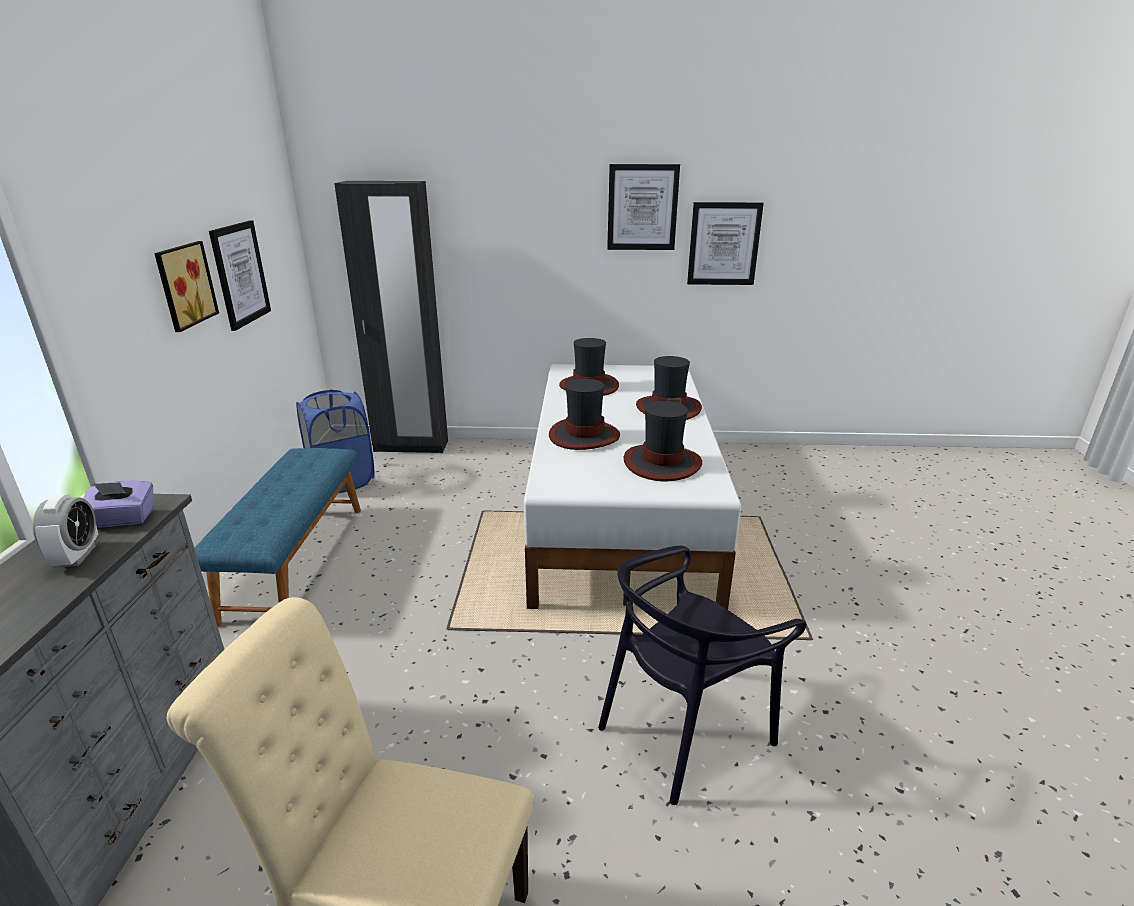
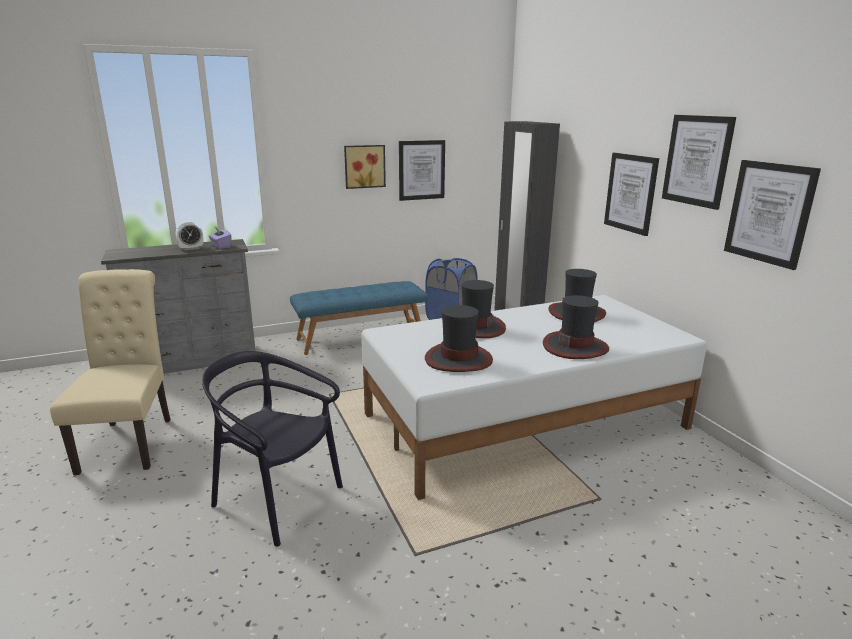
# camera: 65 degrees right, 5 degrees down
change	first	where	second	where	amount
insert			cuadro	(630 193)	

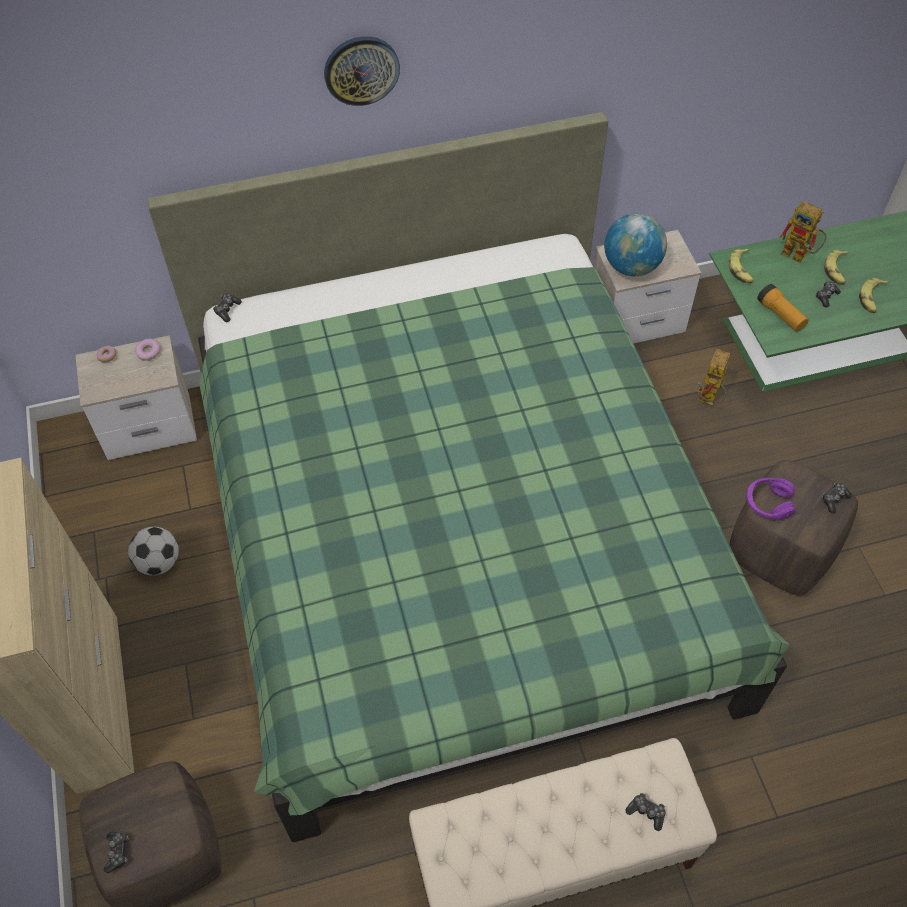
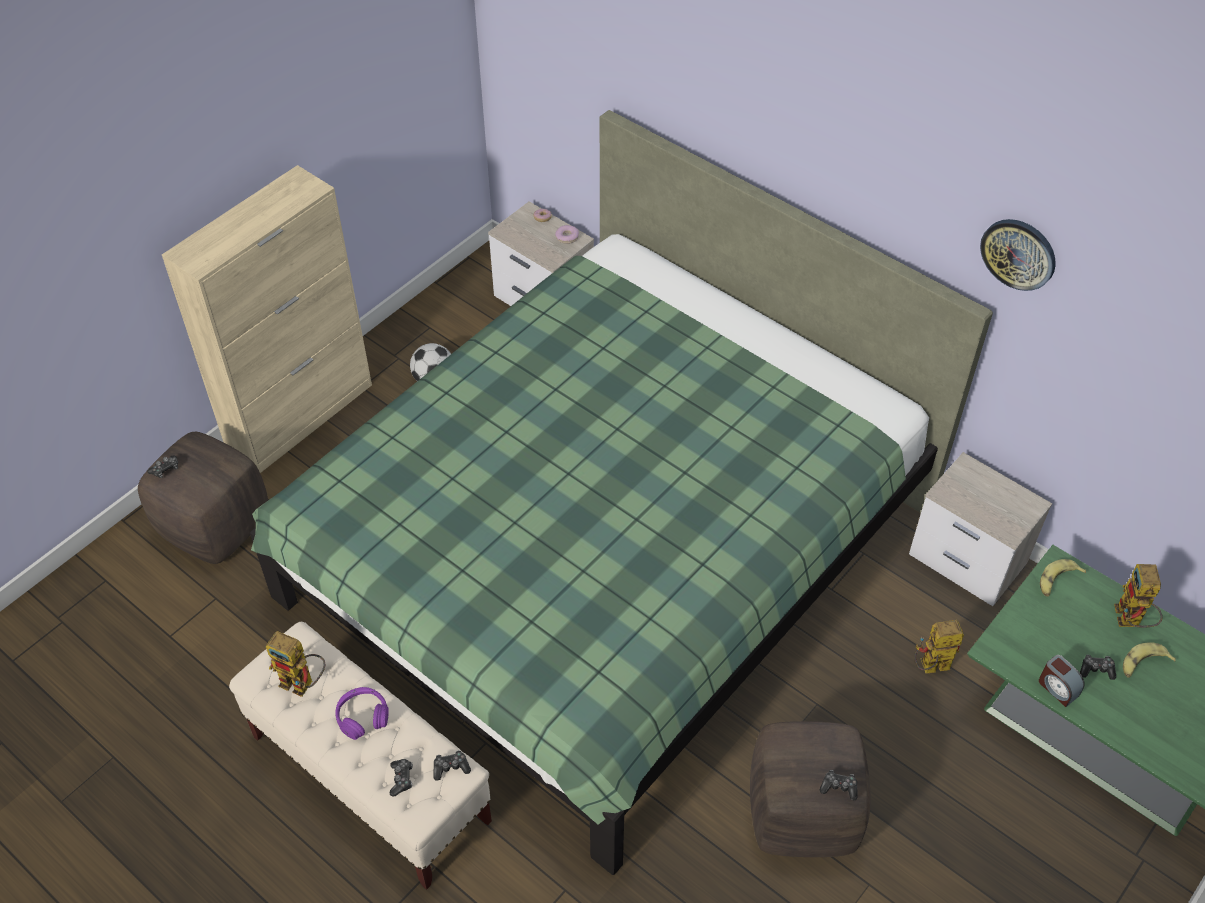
# camera: 55 degrees right, 5 degrees down
change	first	where	second	where	amount
move	mando de consola	(227 310)		(451 767)	
move	reloj de pared	(361 70)		(1018 253)	
delete	globo terráqueo	(631 266)			
move	auriculares [morado]	(768 503)		(362 716)	
delete	linterna	(780 315)			
delete	plátano	(871 298)			
insert			robot de juguete	(303 683)	
insert			despertador	(1057 688)	

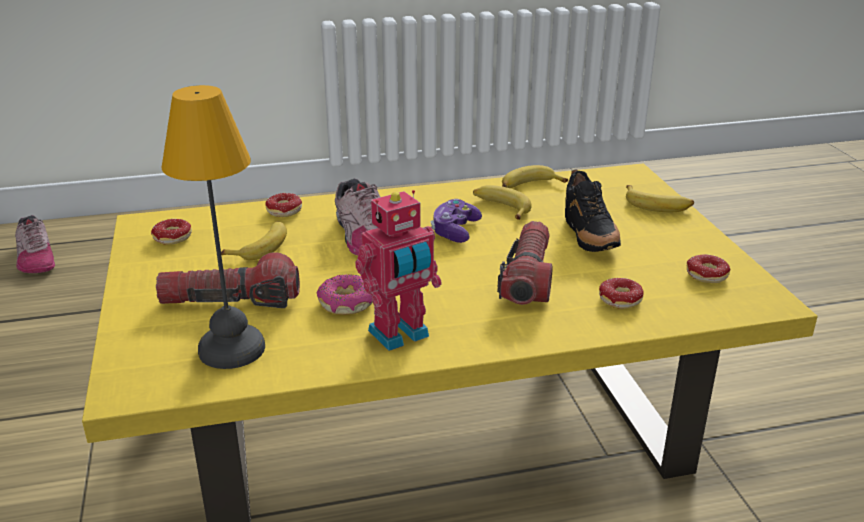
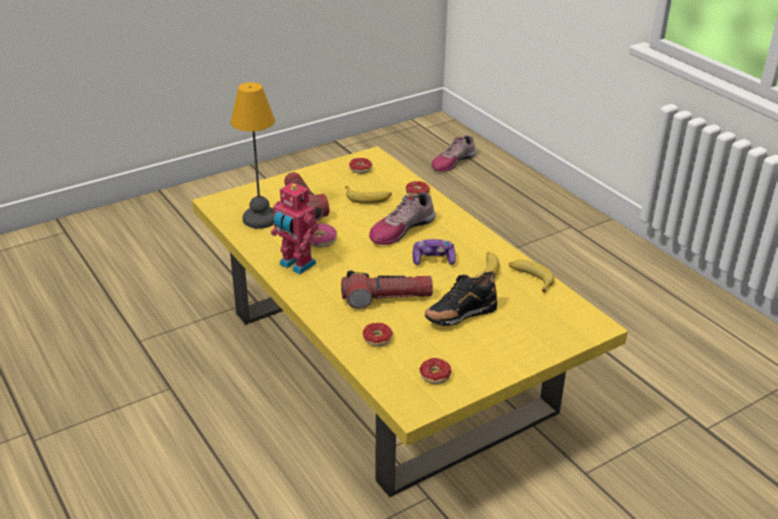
# camera: 70 degrees right, 5 degrees up
change	first	where	second	where	amount
delete	plátano	(657 205)			

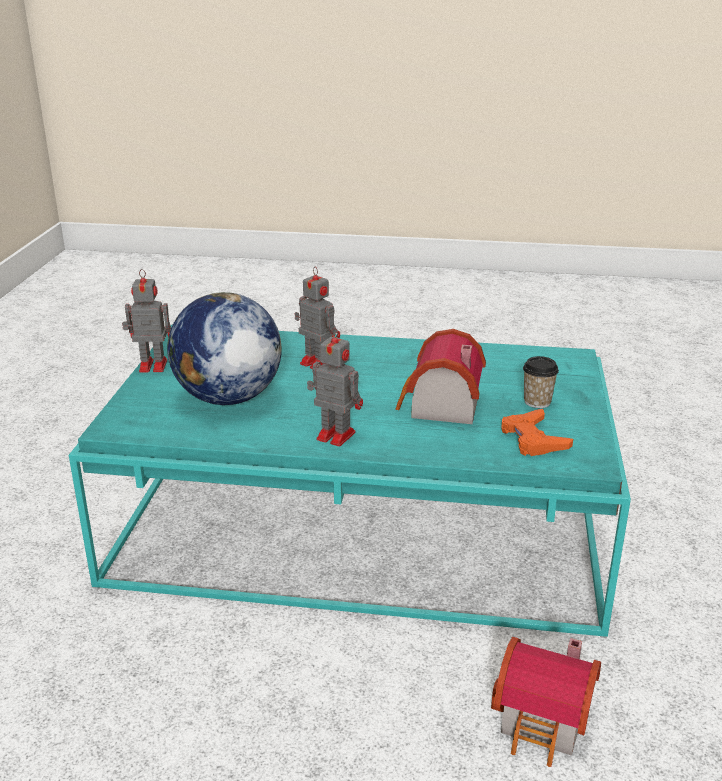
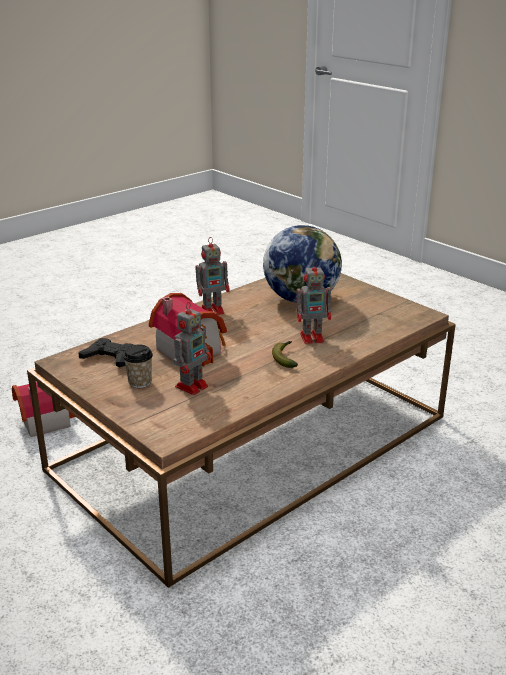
# camera: 130 degrees right, 0 degrees up
change	first	where	second	where	amount
recolor	mesa de centro [turquesa]	(358 526)	mesa de centro [marrón]	(253 442)	
move	robot de juguete	(151 366)		(192 385)	
recolor	mando de consola [naranja]	(533 439)	mando de consola [negro]	(110 358)	
insert			plátano	(285 357)	

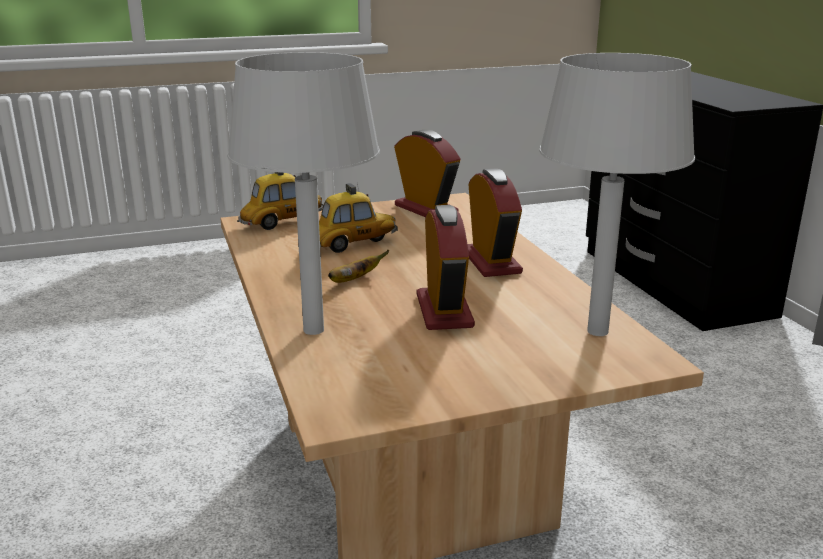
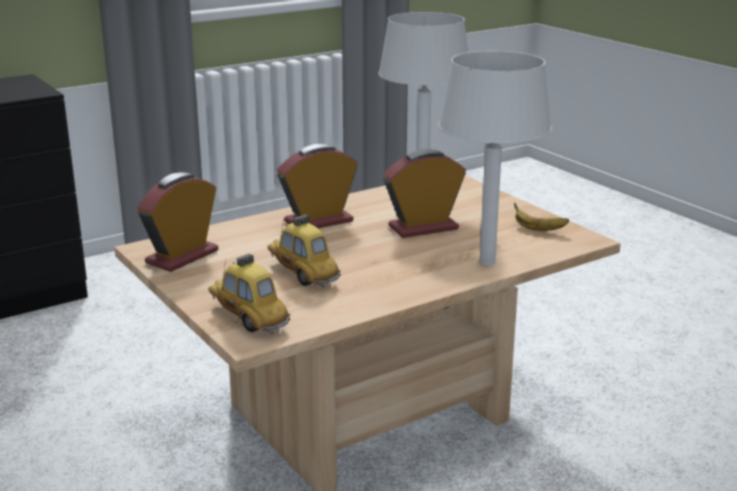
# camera: 105 degrees left, 0 degrees up
change	first	where	second	where	amount
move	plátano	(354 280)		(538 229)	

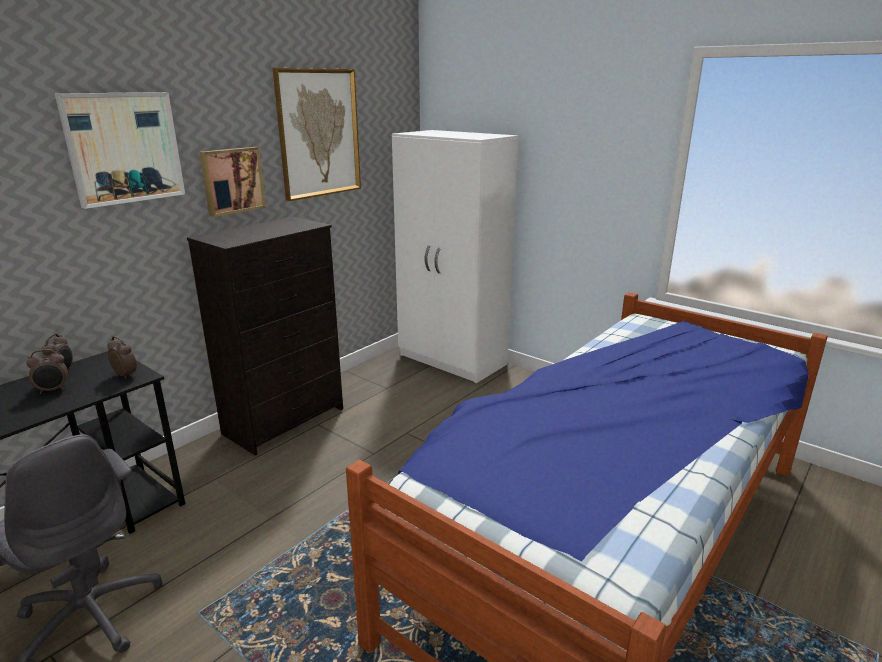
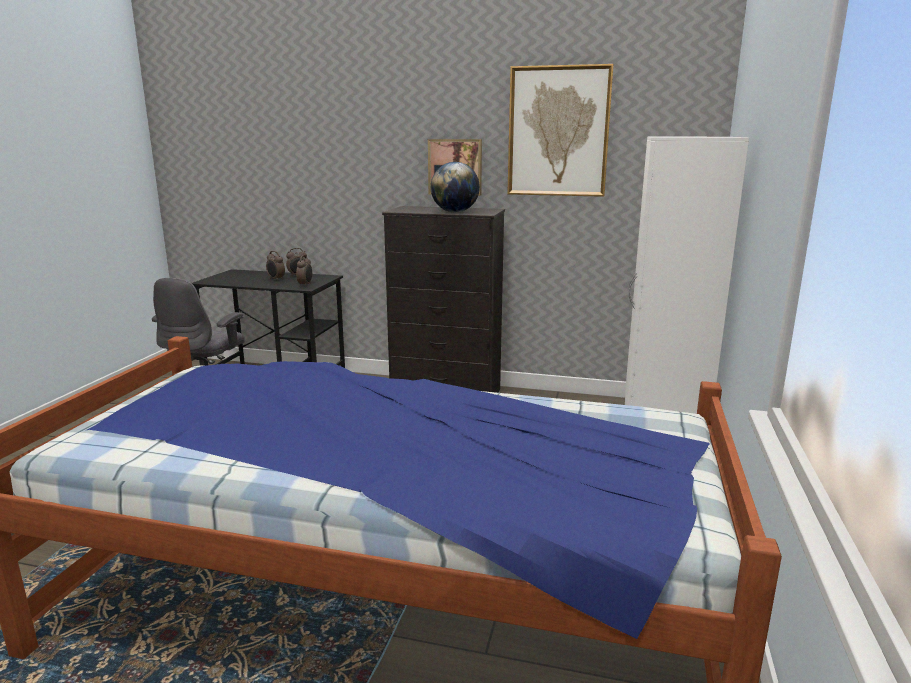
# camera: 65 degrees right, 5 degrees down
change	first	where	second	where	amount
delete	cuadro	(124 148)			
insert			globo terráqueo	(455 212)	

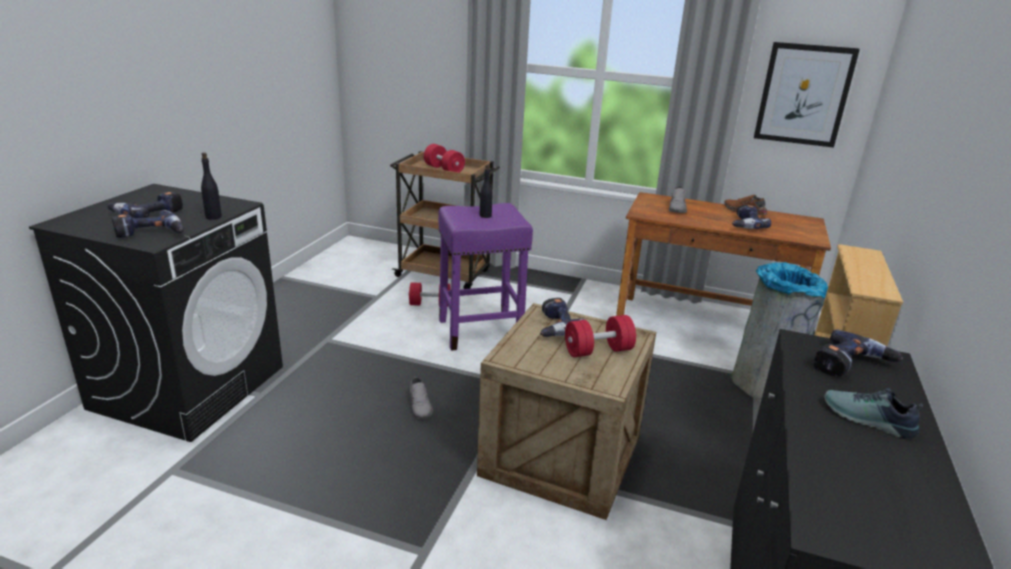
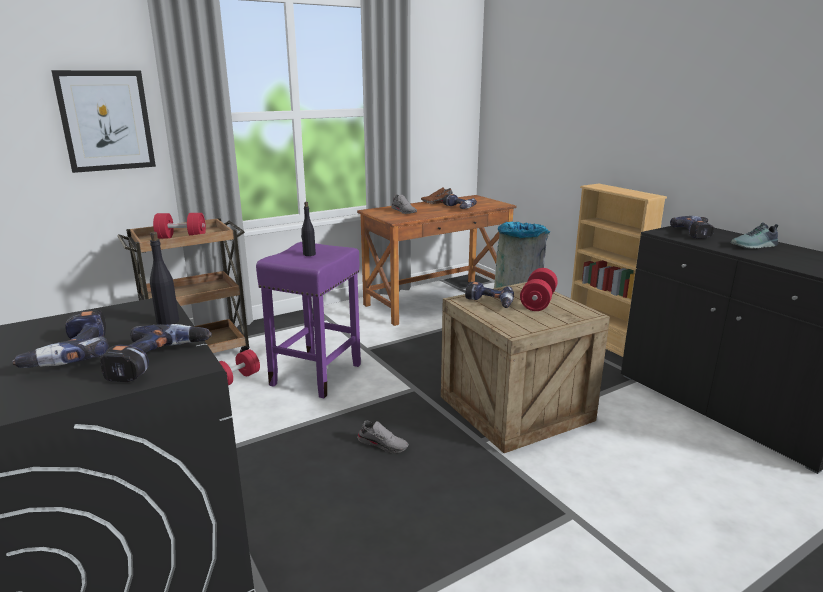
# camera: 50 degrees left, 5 degrees down
change	first	where	second	where	amount
move	cuadro	(803 94)		(106 121)	

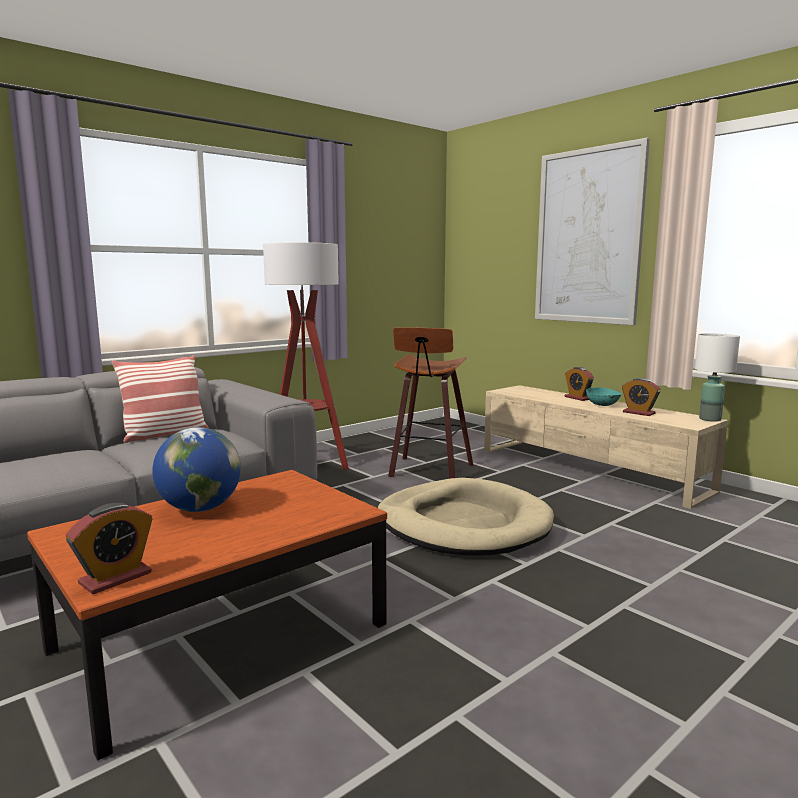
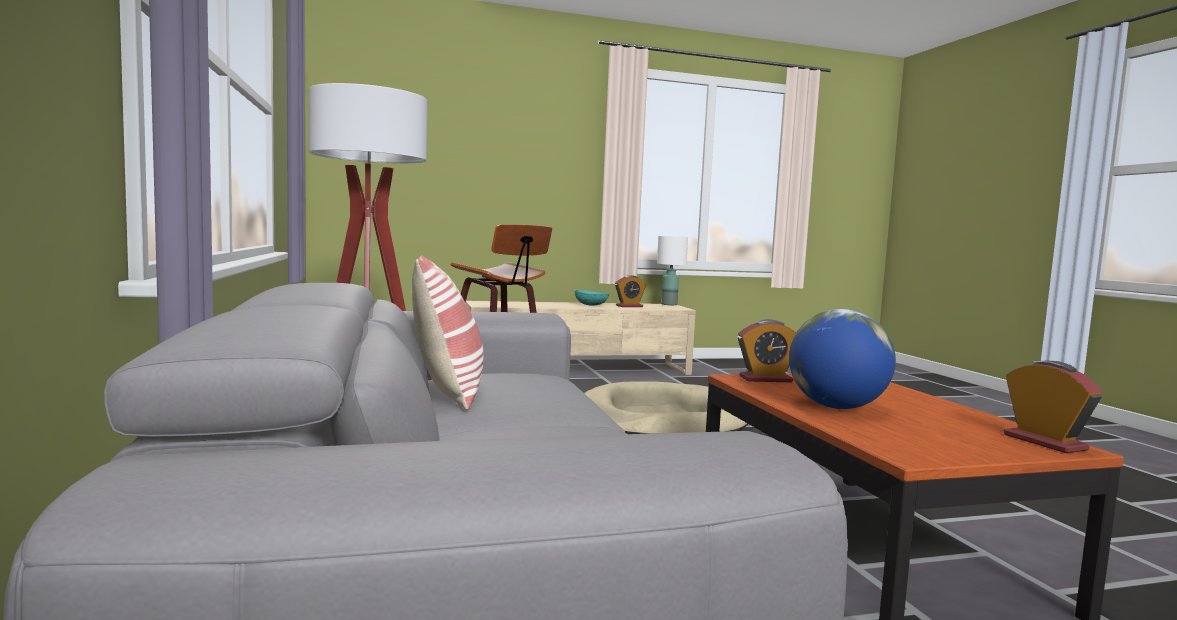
# camera: 65 degrees left, 5 degrees down
change	first	where	second	where	amount
delete	cuadro	(588 237)			
move	despertador	(577 398)		(765 379)	

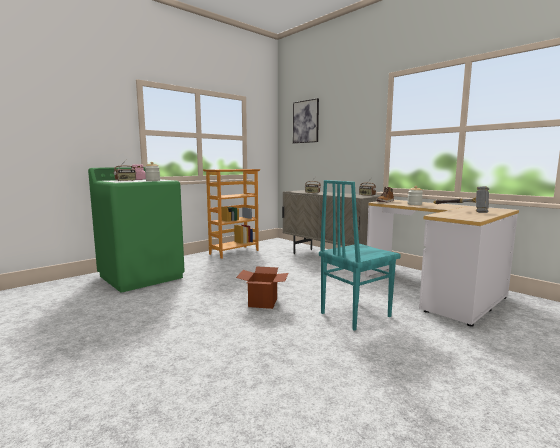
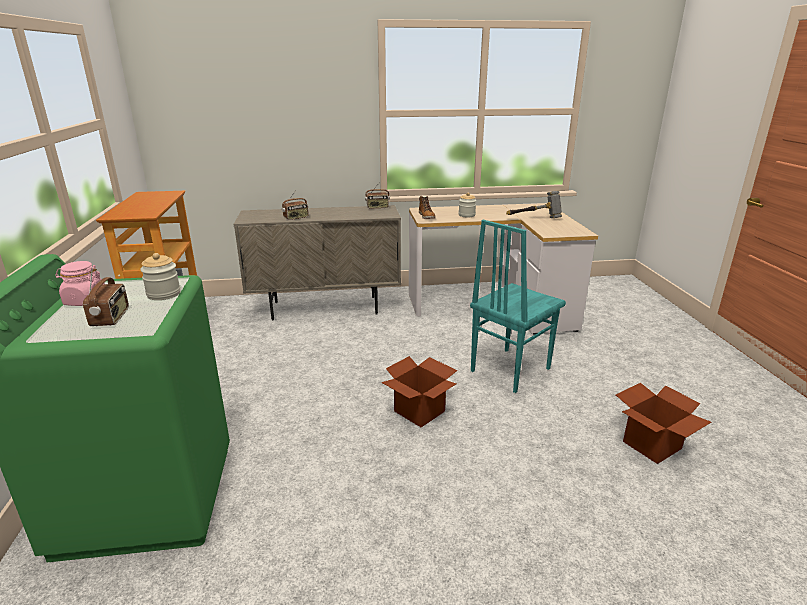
# camera: 55 degrees left, 15 degrees up
change	first	where	second	where	amount
delete	cuadro	(306 122)			
rotate	silla [turquesa]	(354 314)		(508 369)	45 degrees clockwise
insert			caja de cartón	(651 445)	

